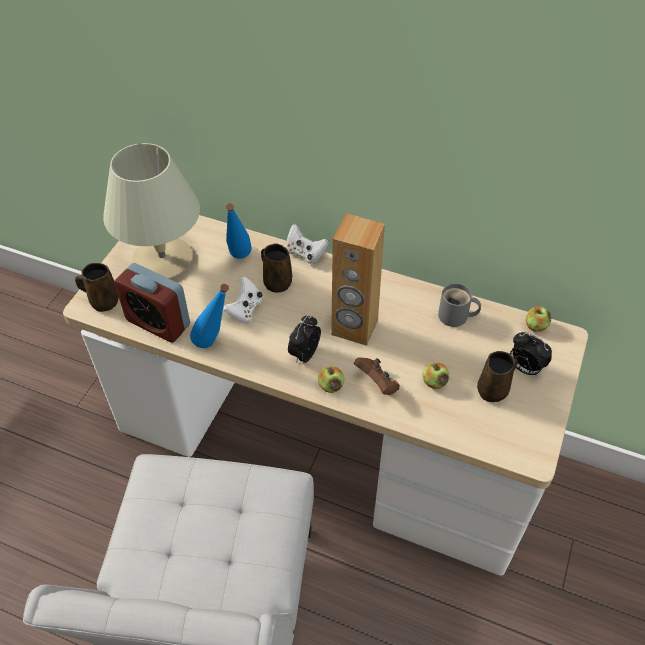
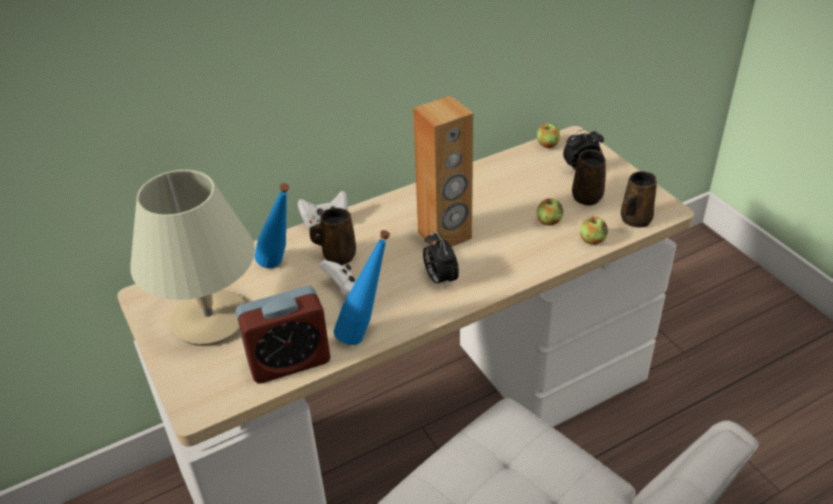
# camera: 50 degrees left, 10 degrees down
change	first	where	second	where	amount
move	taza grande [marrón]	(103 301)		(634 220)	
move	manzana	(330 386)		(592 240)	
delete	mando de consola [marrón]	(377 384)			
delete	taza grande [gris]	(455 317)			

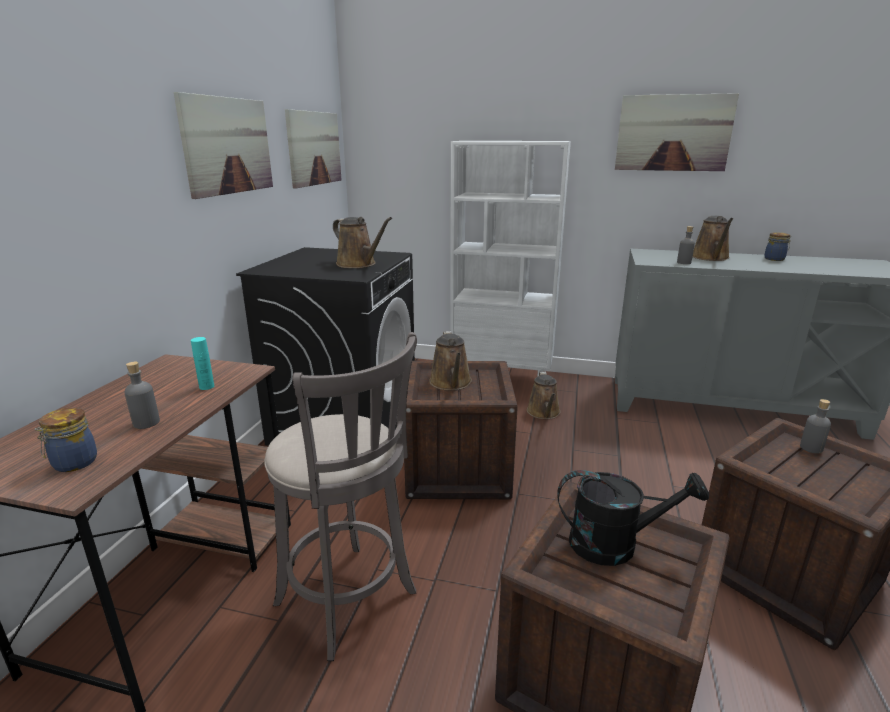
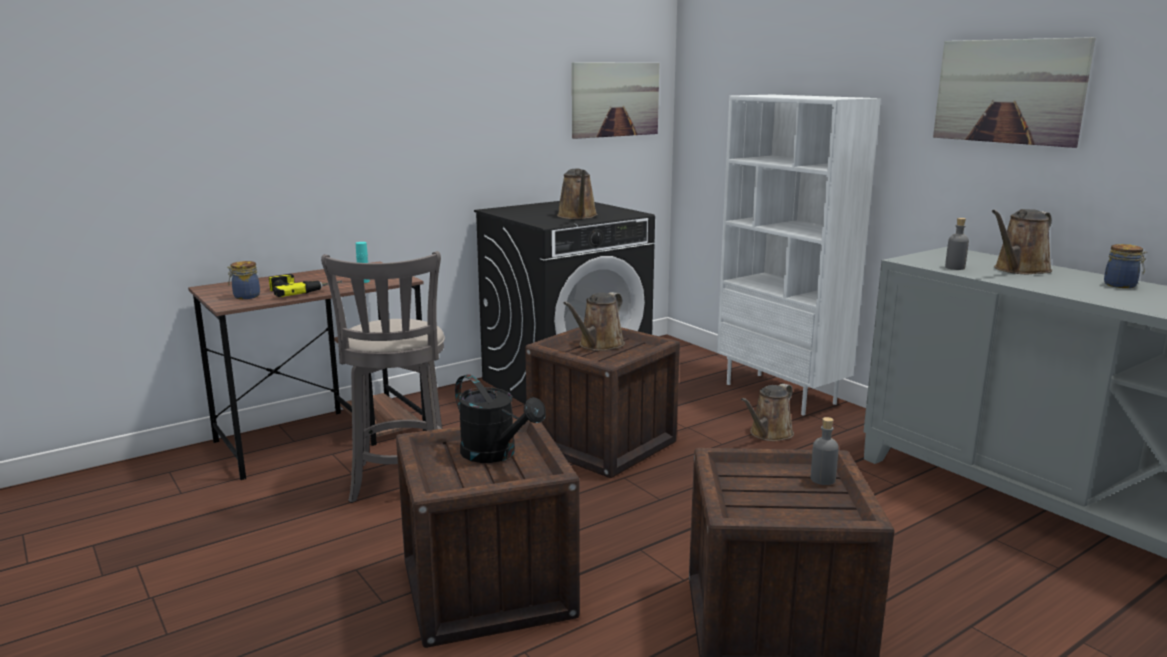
# camera: 40 degrees right, 5 degrees down
change	first	where	second	where	amount
replace	botella [gris]	(146 423)	taladro	(303 289)	
delete	cuadro	(228 146)			

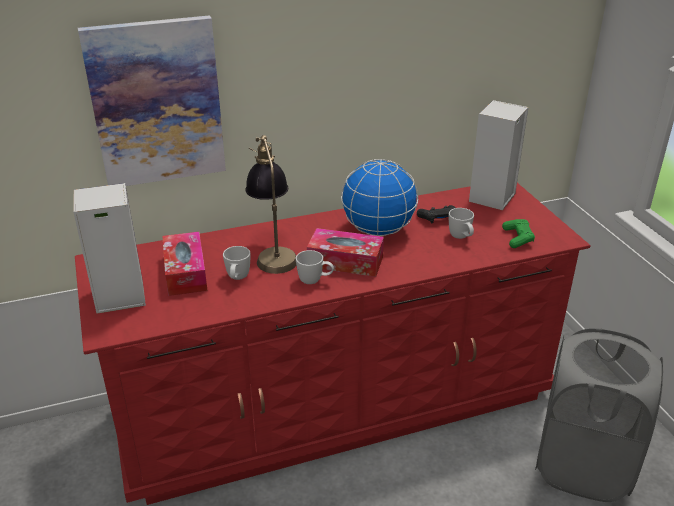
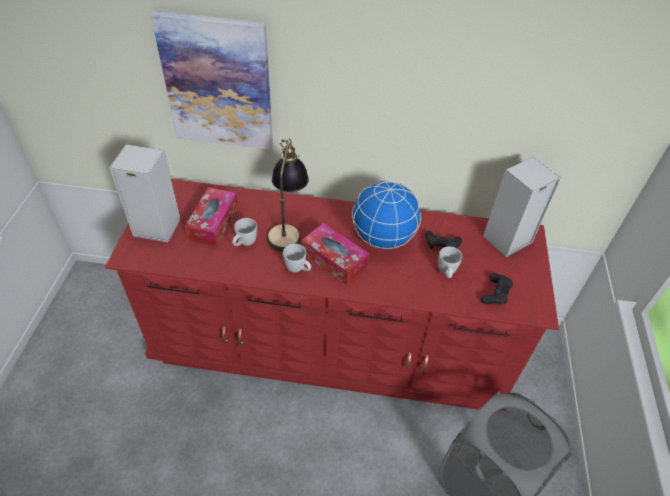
# camera: 25 degrees right, 15 degrees up
change	first	where	second	where	amount
recolor	mando de consola [verde]	(517 238)	mando de consola [negro]	(496 293)	

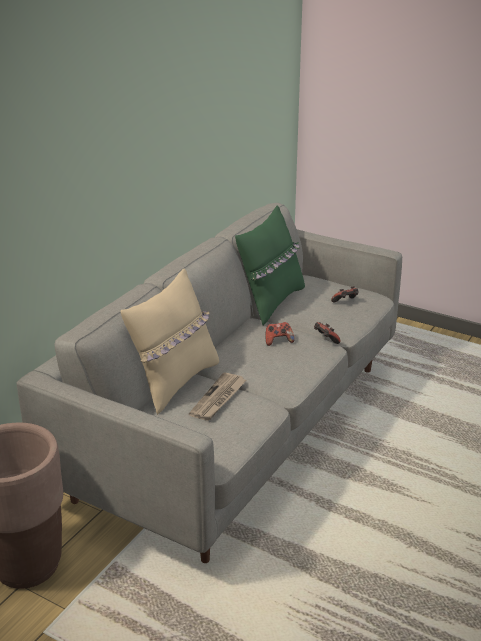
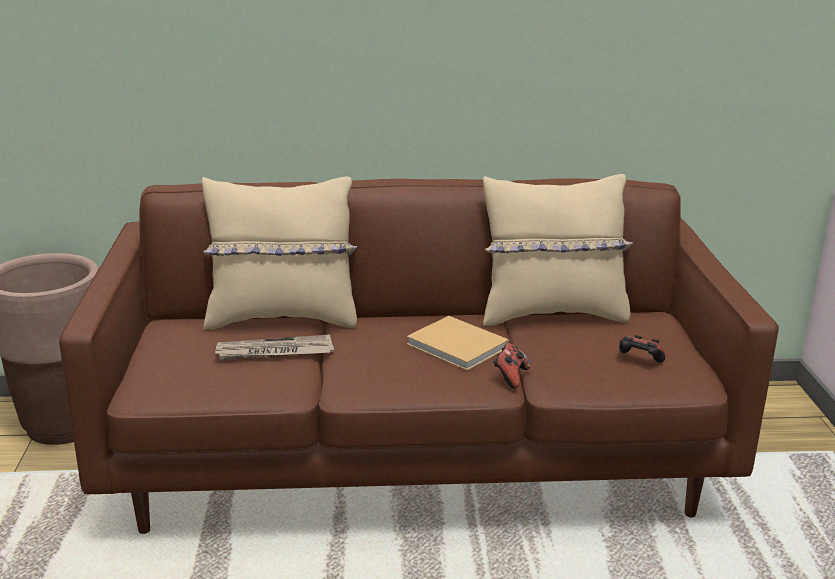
# camera: 55 degrees right, 5 degrees down
change	first	where	second	where	amount
recolor	sofá [gris]	(239 429)	sofá [marrón]	(416 460)	
recolor	cojín [verde]	(271 302)	cojín [beis]	(552 314)	
replace	mando de consola	(278 341)	libro [beis]	(459 347)	

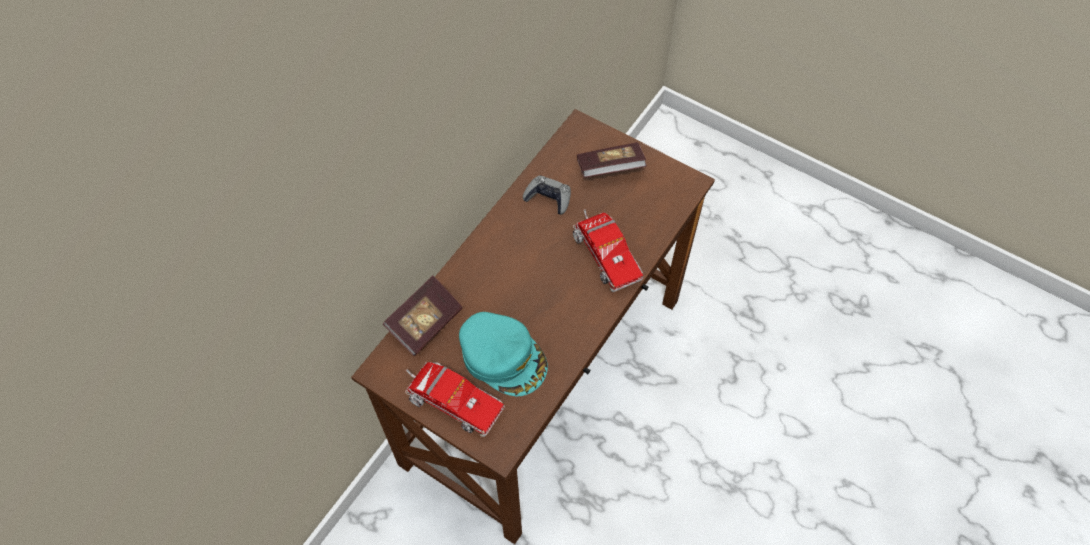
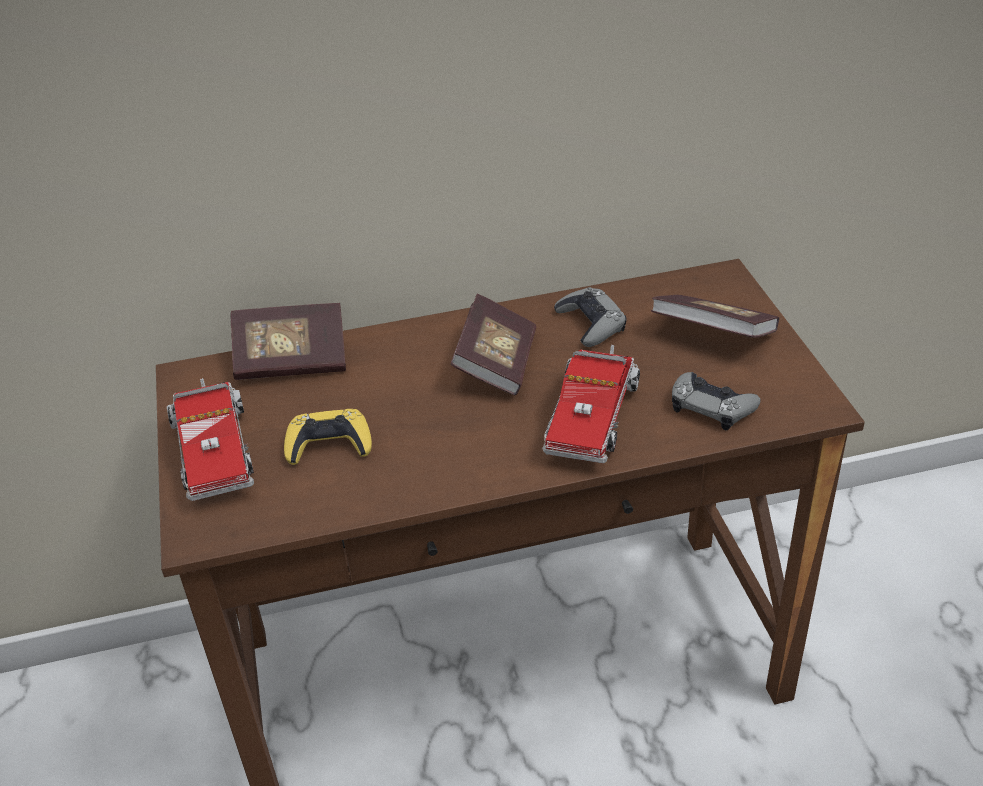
# camera: 45 degrees right, 20 degrees down
change	first	where	second	where	amount
replace	gorra [turquesa]	(503 357)	mando de consola [amarillo]	(329 444)	
insert			libro	(496 364)	
insert			mando de consola [gris]	(711 406)	

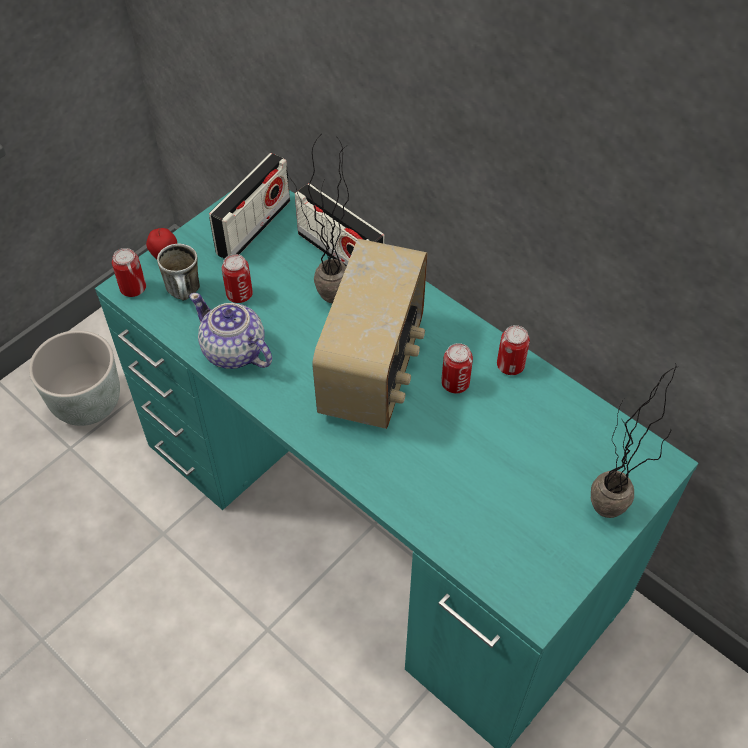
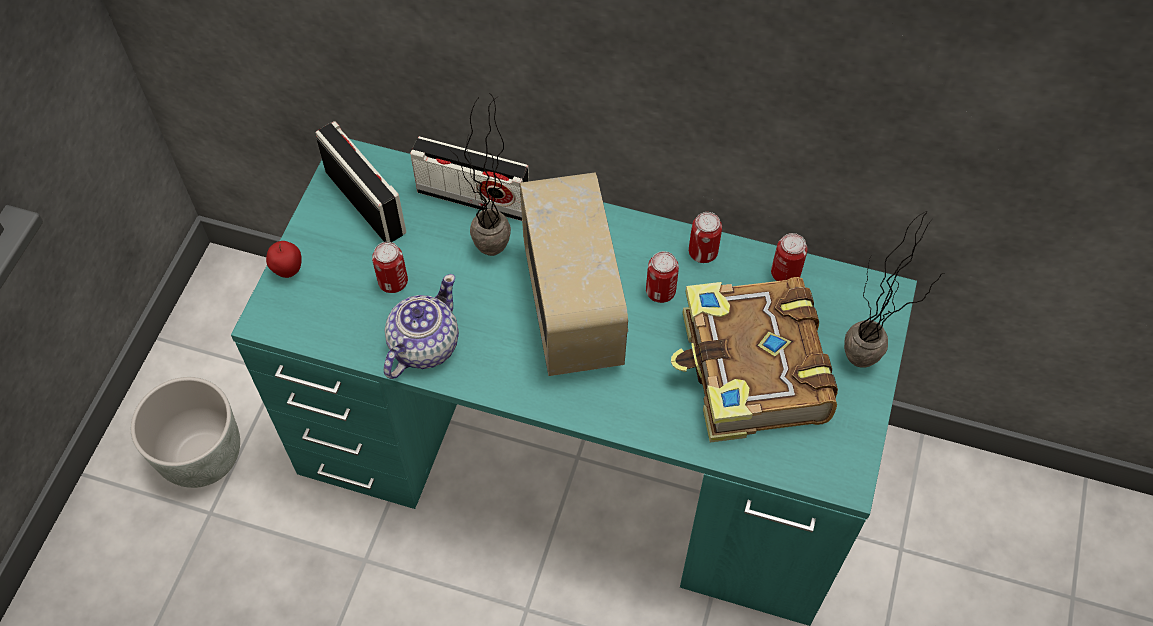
# camera: 25 degrees left, 5 degrees up
change	first	where	second	where	amount
move	lata	(133 288)		(785 273)	
delete	taza grande	(186 294)			
rotate	tetera	(234 352)		(423 346)	105 degrees clockwise
rotate	radio	(254 227)		(365 202)	45 degrees counterclockwise
insert			libro	(751 372)	

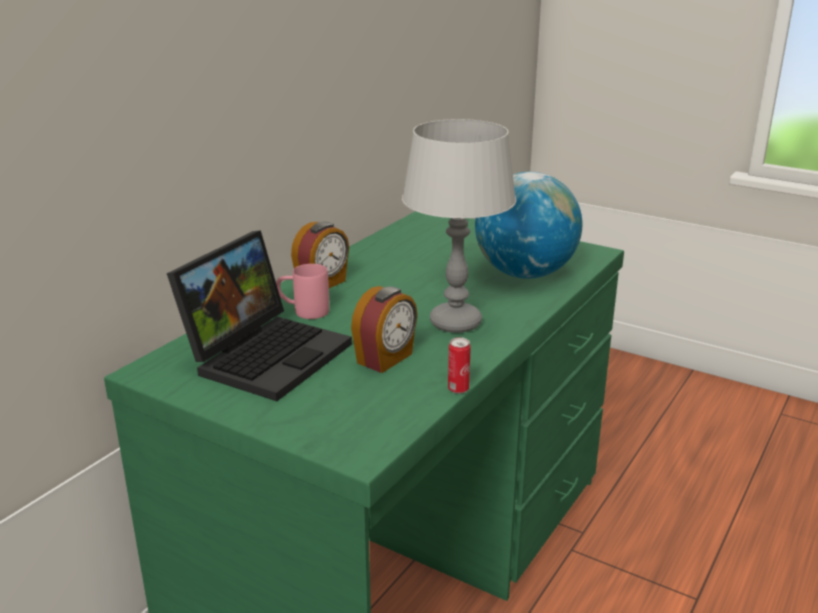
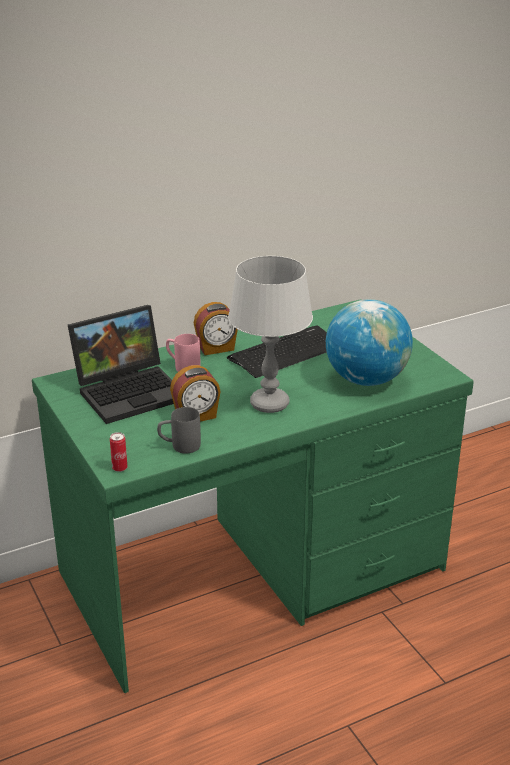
# camera: 30 degrees right, 5 degrees up
change	first	where	second	where	amount
move	lata	(458 389)		(119 468)	
insert			taza grande [gris]	(179 446)	
insert			teclado	(285 352)	

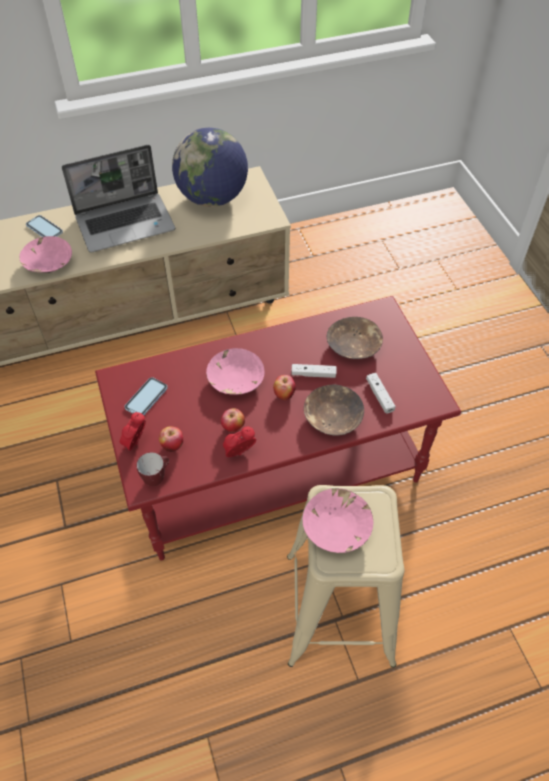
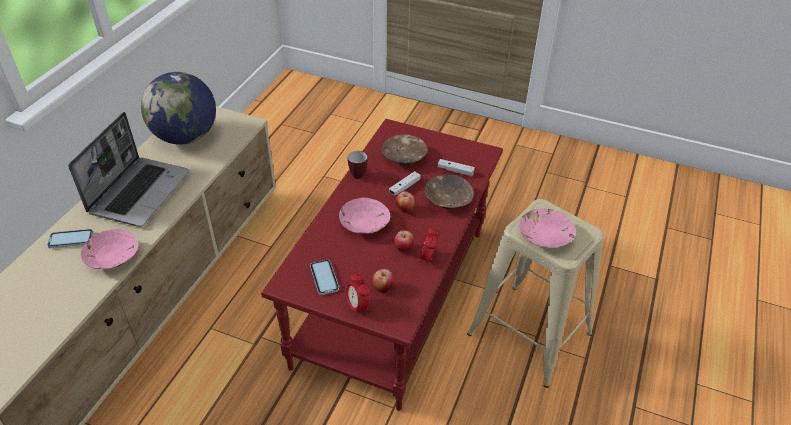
# camera: 50 degrees left, 10 degrees down
change	first	where	second	where	amount
move	taza grande	(157 477)		(357 174)	

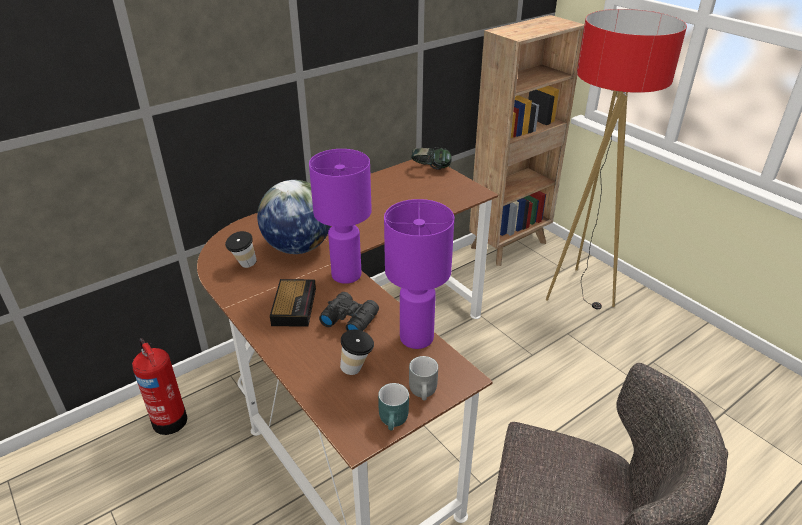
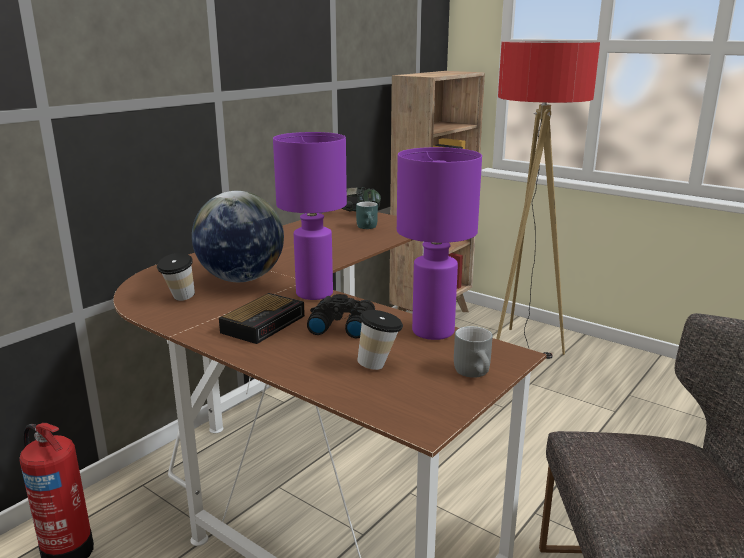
# camera: 15 degrees left, 15 degrees down
change	first	where	second	where	amount
rotate	despertador	(294 305)		(264 323)	45 degrees clockwise
move	taza grande [turquesa]	(395 421)		(369 227)	

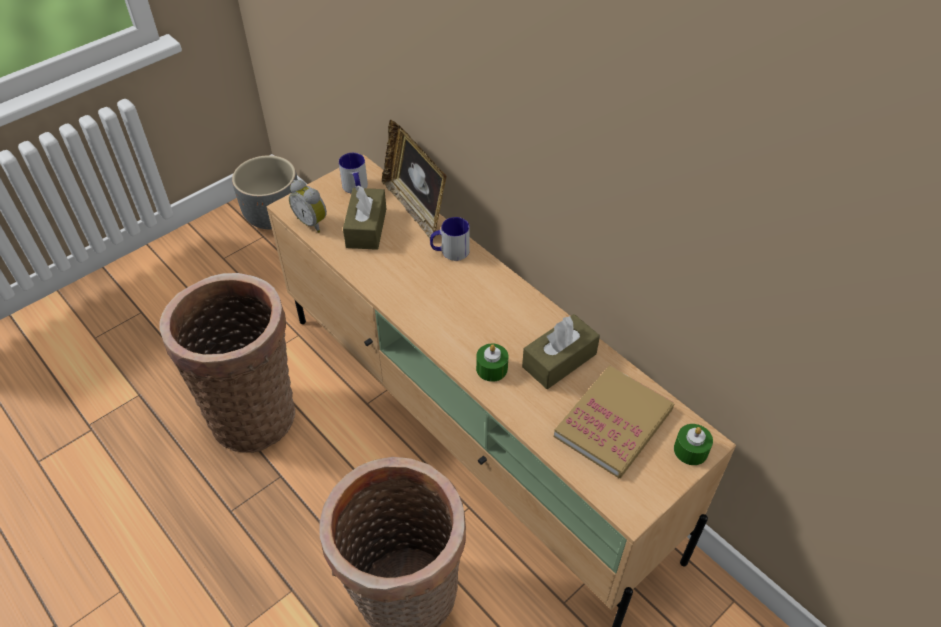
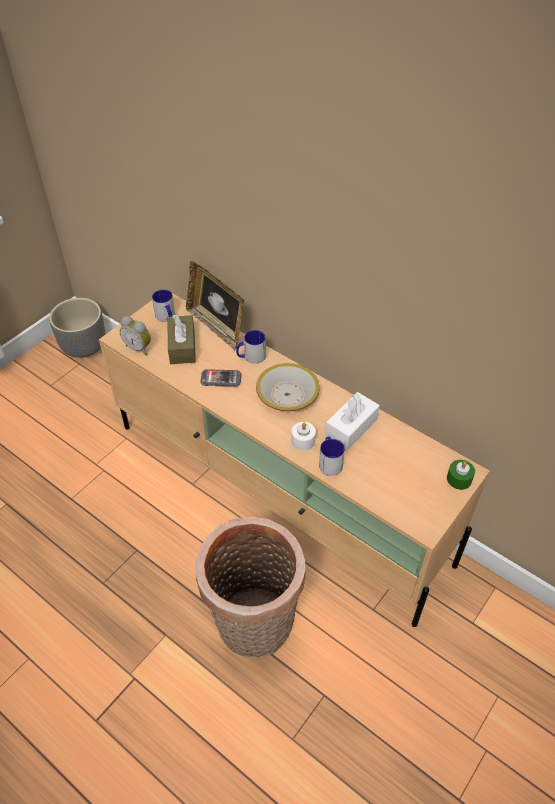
# camera: 10 degrees left, 0 degrees up
change	first	where	second	where	amount
delete	cesta	(253 411)			
recolor	vela [verde]	(492 368)	vela [blanco]	(303 441)	
recolor	caja de pañuelos [marrón]	(559 360)	caja de pañuelos [blanco]	(351 428)	
delete	libro	(613 423)			
insert			móvil	(221 379)	
insert			cuenco	(287 395)	
insert			taza grande	(329 462)	

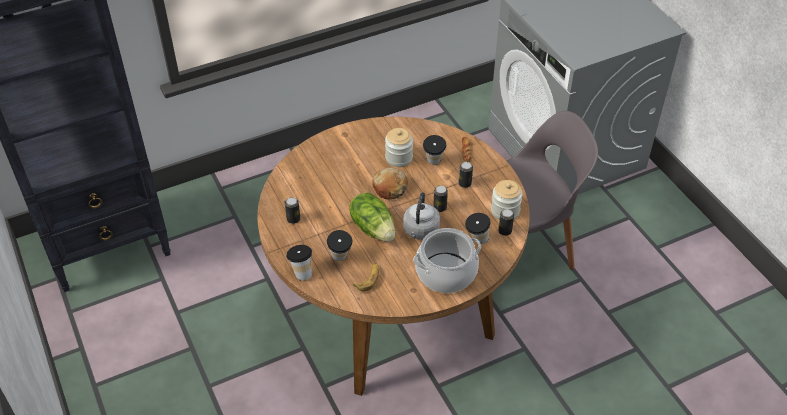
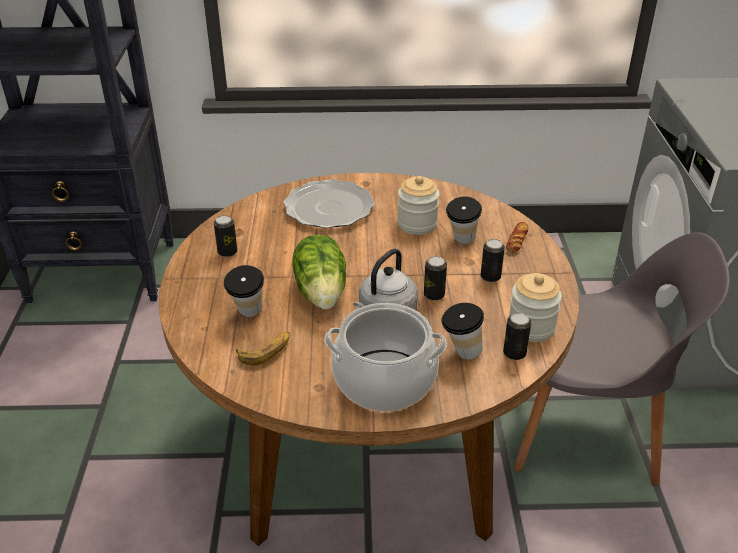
# camera: 25 degrees right, 10 degrees down
change	first	where	second	where	amount
delete	taza	(301 272)			
delete	pan	(390 188)			
insert			plato	(328 207)	

